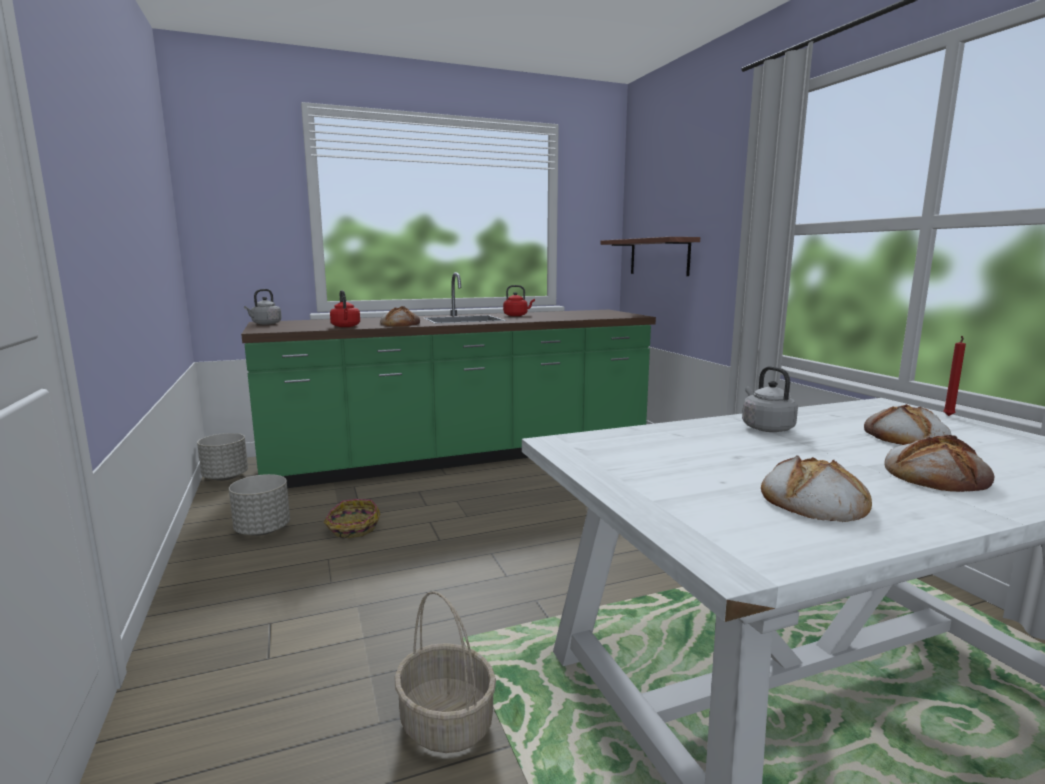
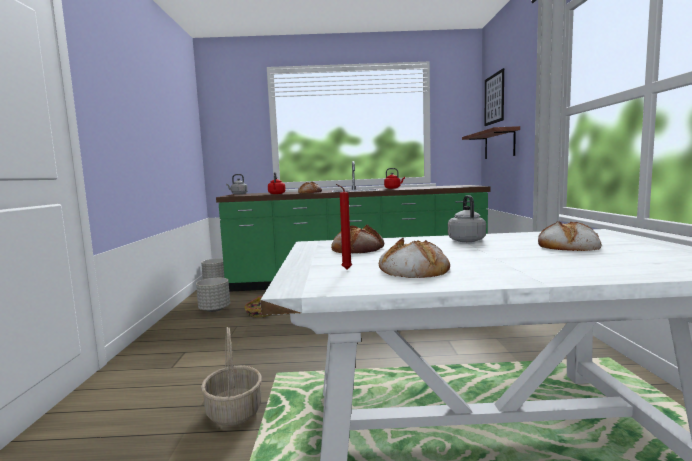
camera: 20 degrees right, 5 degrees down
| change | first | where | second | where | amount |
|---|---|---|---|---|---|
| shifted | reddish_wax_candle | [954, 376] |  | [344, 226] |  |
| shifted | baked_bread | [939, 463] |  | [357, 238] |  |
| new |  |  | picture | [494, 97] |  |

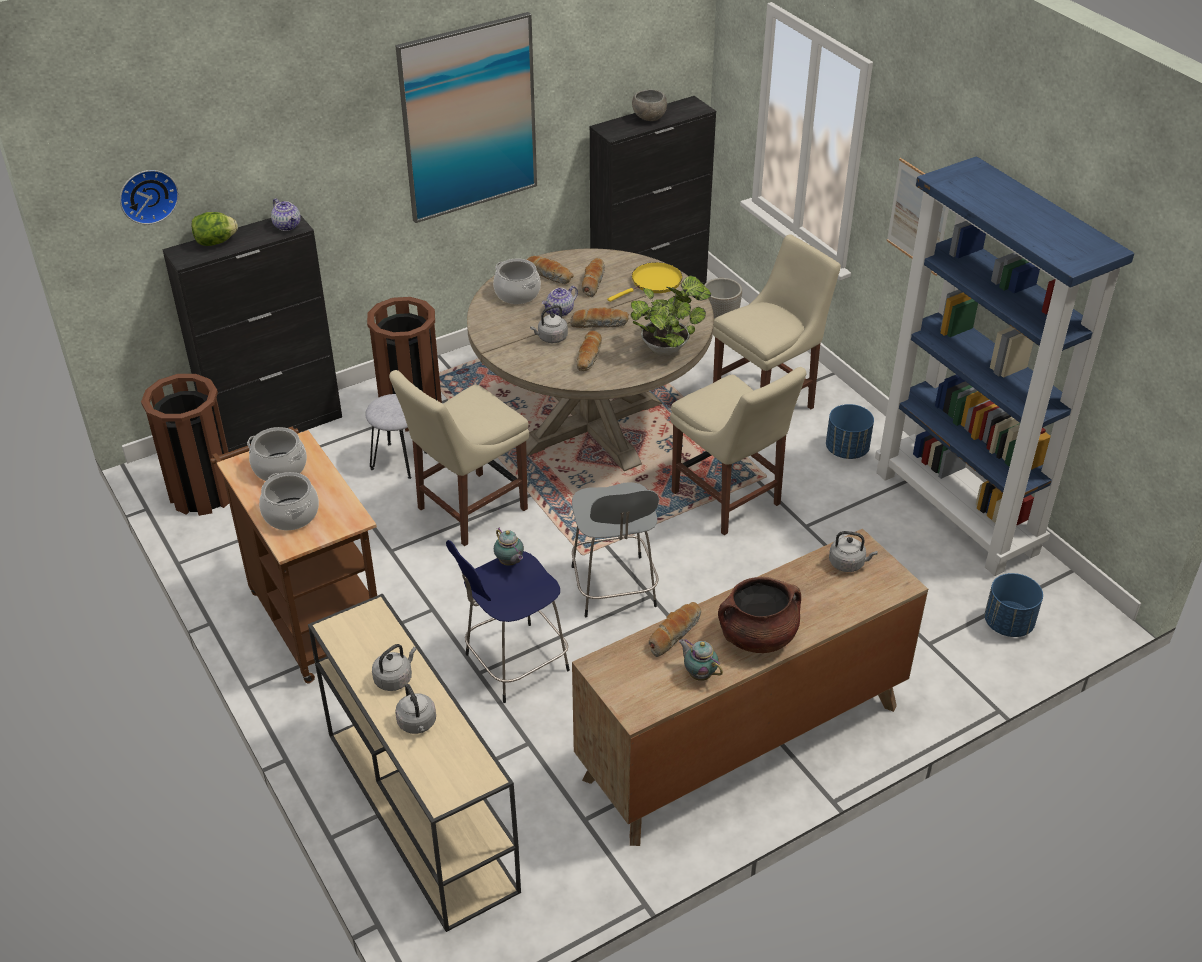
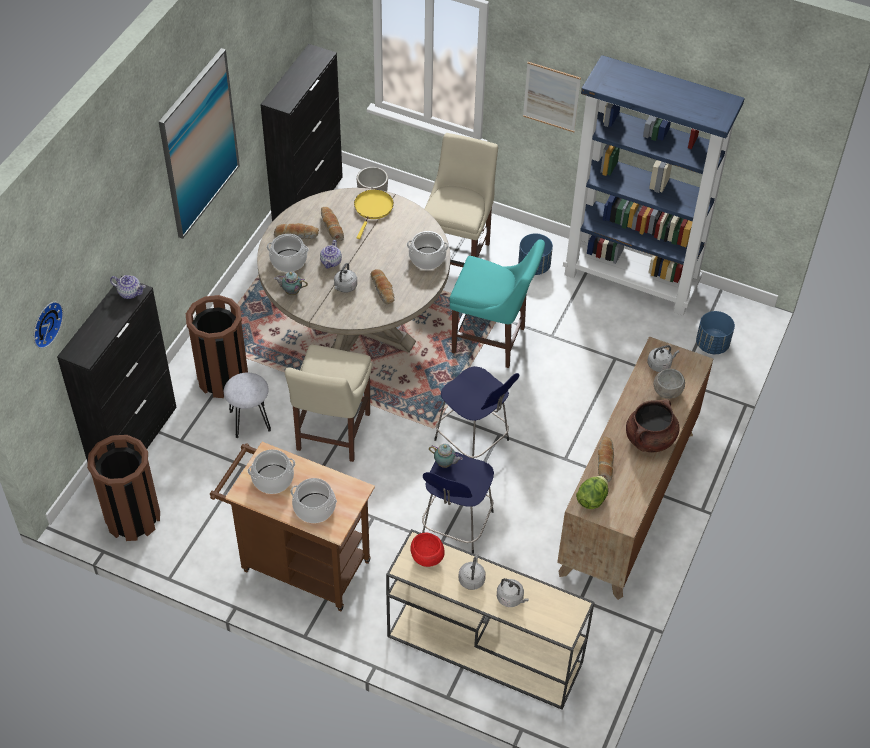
camera: 35 degrees left, 10 degrees up
| change | first | where | second | where | amount |
|---|---|---|---|---|---|
| shifted | gray_bowl | [649, 105] |  | [669, 384] |  |
| shifted | lettuce_head | [214, 229] |  | [592, 492] |  |
| swapped | potted_plant | [671, 316] | stockpot | [428, 250] |  |
| gone | baked_bread | [599, 318] |  |  |  |
| repainted | beige_upright_chair | [738, 451] | blue-green_upright_chair | [497, 303] |  |
| repainted | gray_stool | [615, 549] | blue-coloured_stool | [476, 412] |  |
| shifted | teapot | [700, 660] |  | [291, 283] |  |
| new |  |  | reddish_bowl | [428, 549] |  |

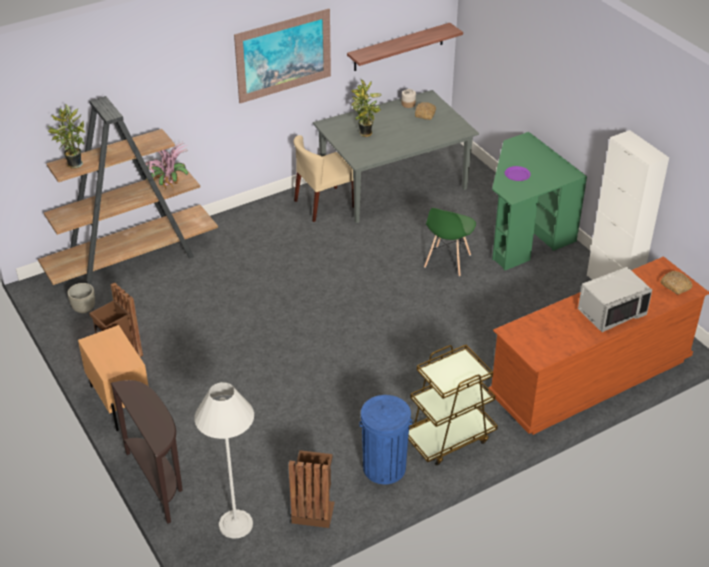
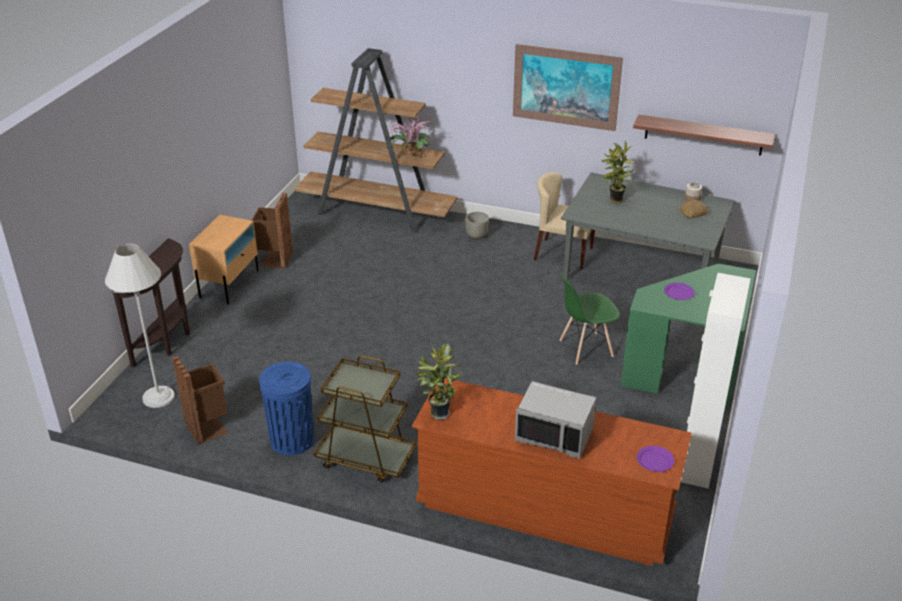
camera: 50 degrees right, 5 degrees down
| change | first | where | second | where | amount |
|---|---|---|---|---|---|
| shifted | potted_plant | [66, 136] |  | [438, 381] |  |
| swapped | baked_bread | [676, 282] | purple_dinner_plate | [655, 459] |  |
| shifted | gray_flower_pot | [81, 298] |  | [477, 225] |  |

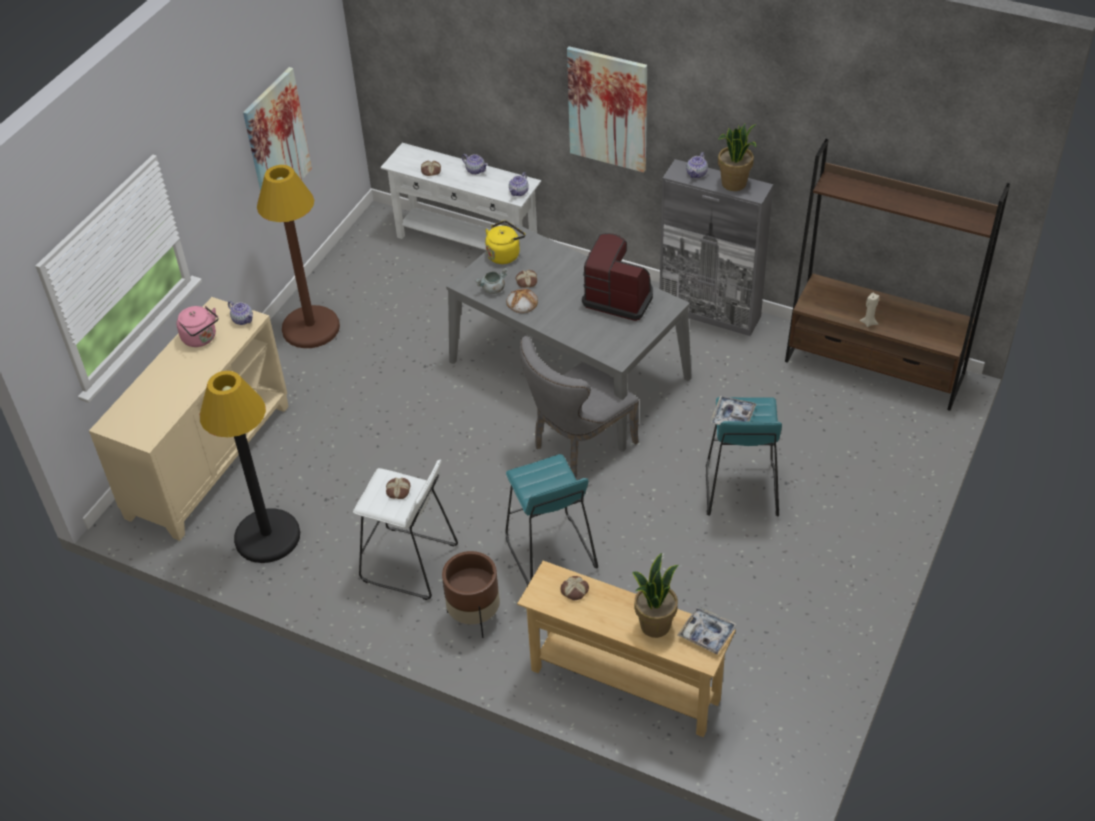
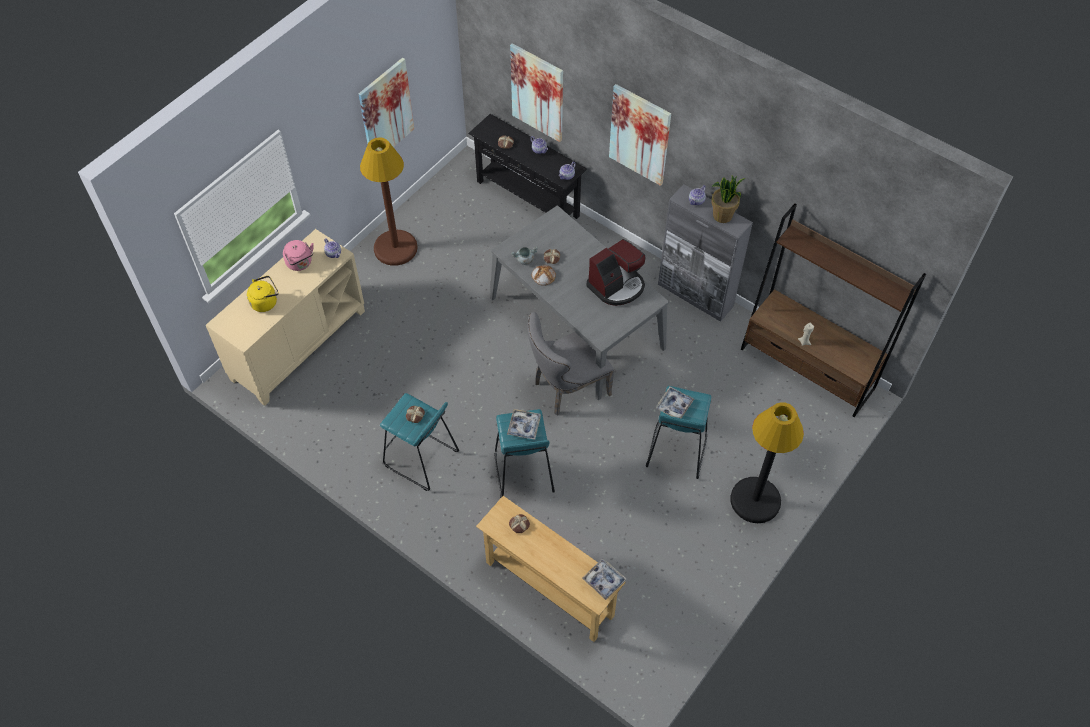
camera: 10 degrees right, 10 degrees up
| change | first | where | second | where | amount |
|---|---|---|---|---|---|
| repainted | whitish_narrow_table | [460, 196] | black_narrow_table | [528, 166] |  |
| shifted | yellow-coloured_water_kettle | [505, 242] |  | [263, 294] |  |
| rotated | coffee_brewer | [617, 277] |  | [616, 272] | 105 degrees clockwise |
| shifted | black_standing_lamp | [250, 467] |  | [767, 462] |  |
| repainted | whitish_stool | [405, 530] | blue-green_stool | [419, 442] |  |
| gone | brown_flower_pot | [471, 594] |  |  |  |
| gone | potted_plant | [655, 595] |  |  |  |
| new |  |  | picture | [536, 92] |  |
| new |  |  | carrying_tray | [524, 424] |  |

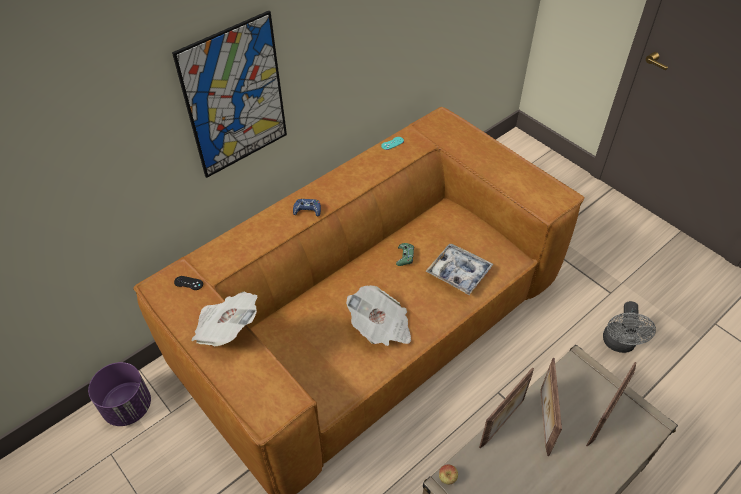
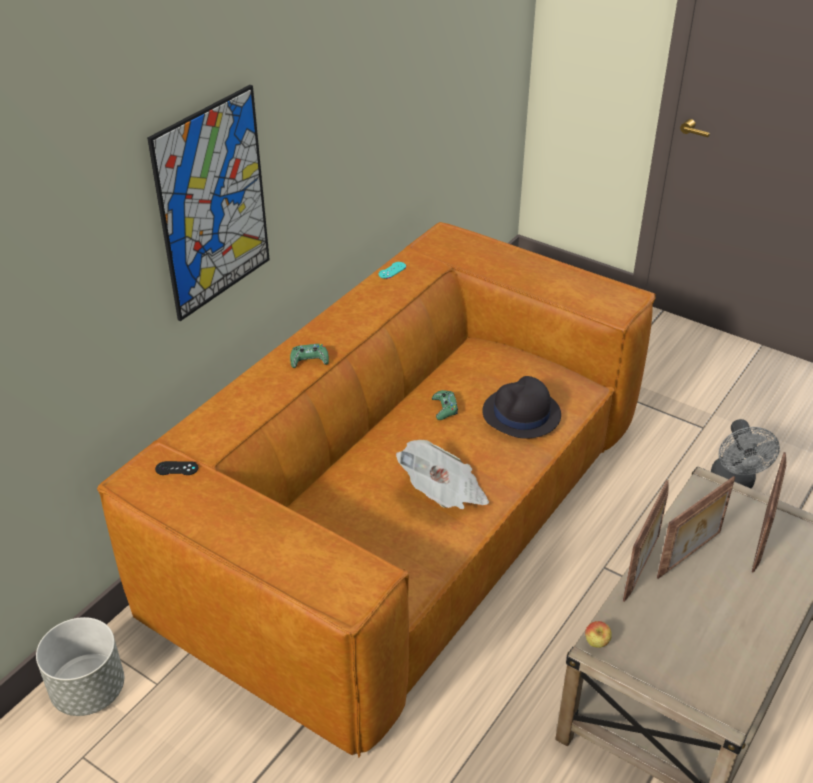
camera: 15 degrees left, 10 degrees down
| change | first | where | second | where | amount |
|---|---|---|---|---|---|
| repainted | blue-coloured_game_controller | [307, 207] | greenish_game_controller | [309, 356] |  |
| swapped | carrying_tray | [459, 269] | black_clothing_hat | [521, 407] |  |
| gone | daily_paper | [224, 319] |  |  |  |
| rotated | photo_frame | [551, 407] |  | [695, 527] | 120 degrees counterclockwise |
| repainted | purple_flower_pot | [119, 394] | gray_flower_pot | [80, 666] |  |

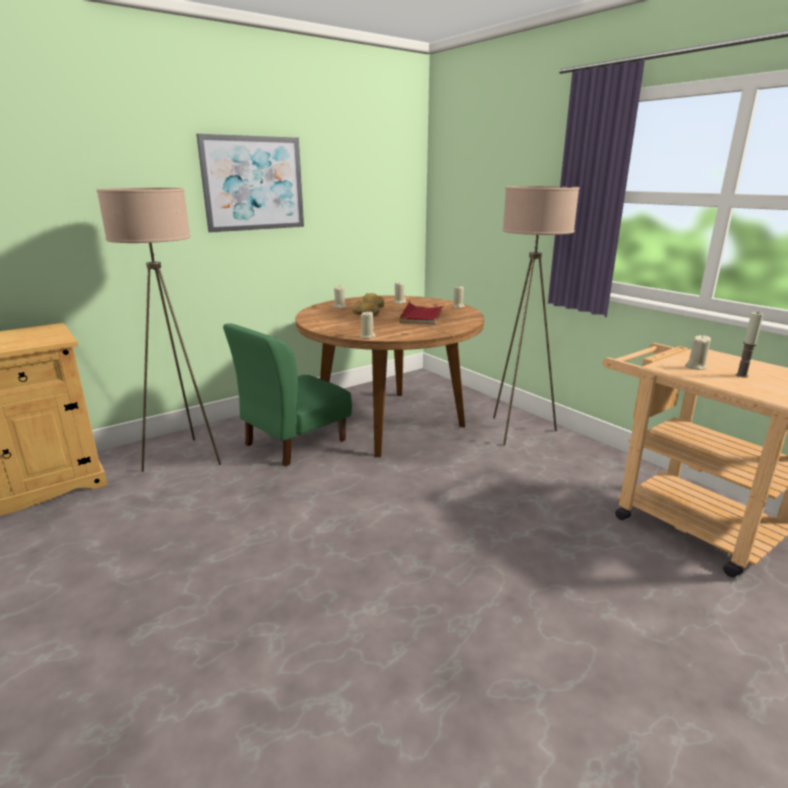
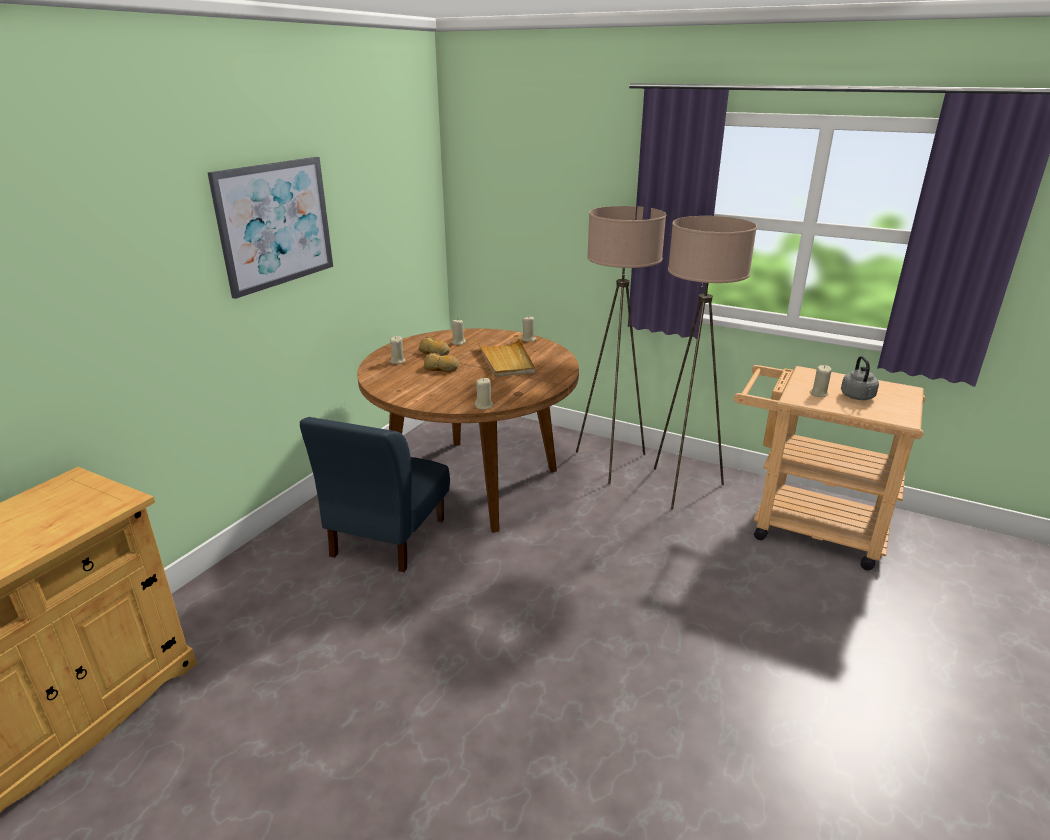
camera: 25 degrees left, 5 degrees up
| change | first | where | second | where | amount |
|---|---|---|---|---|---|
| shifted | beige_standing_lamp | [158, 330] |  | [705, 363] |  |
| repainted | reddish_carrying_tray | [423, 313] | beige_carrying_tray | [506, 357] |  |
| swapped | wax_candle | [749, 344] | gray_water_kettle | [860, 378] |  |
| repainted | greenish_upright_chair | [287, 395] | blue-coloured_upright_chair | [375, 494] |  |

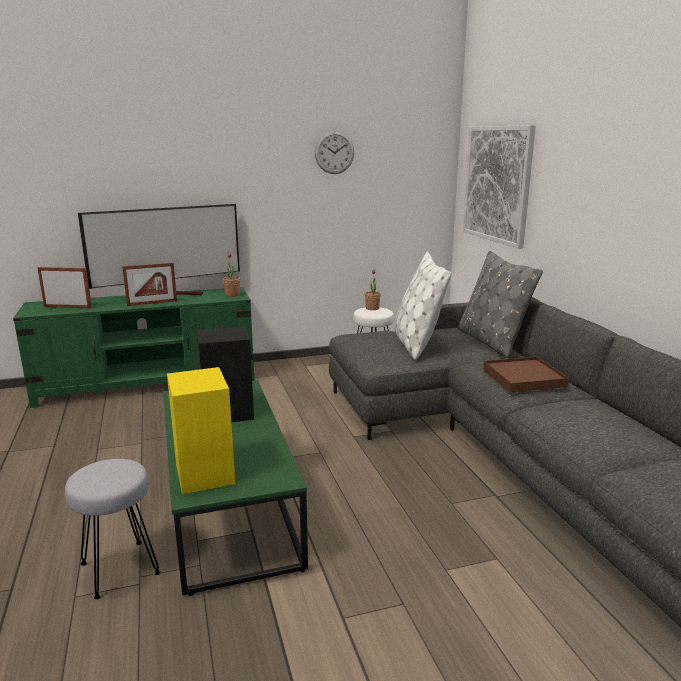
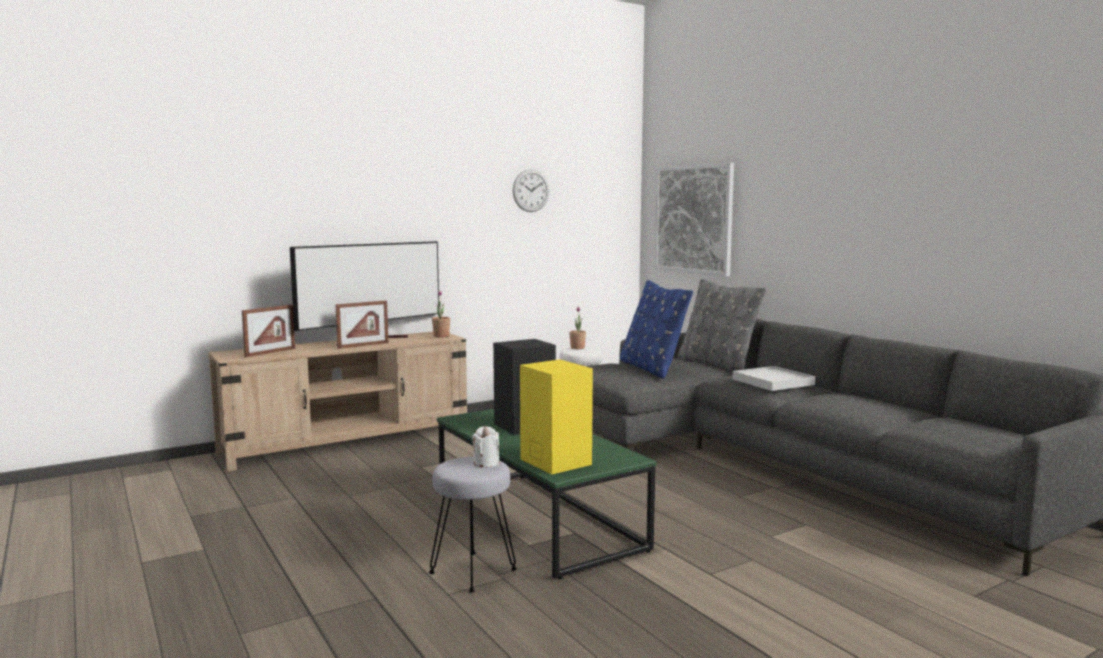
camera: 15 degrees left, 10 degrees down
| change | first | where | second | where | amount |
|---|---|---|---|---|---|
| repainted | whitish_cushion | [423, 306] | blue-coloured_cushion | [656, 329] |  |
| rotated | photo_frame | [64, 287] |  | [268, 331] | 135 degrees clockwise |
| repainted | greenish_tv_stand | [134, 347] | beige_tv_stand | [338, 402] |  |
| repainted | brown_carrying_tray | [526, 374] | whitish_carrying_tray | [773, 378] |  |
| new |  |  | whitish_wax_candle | [485, 447] |  |

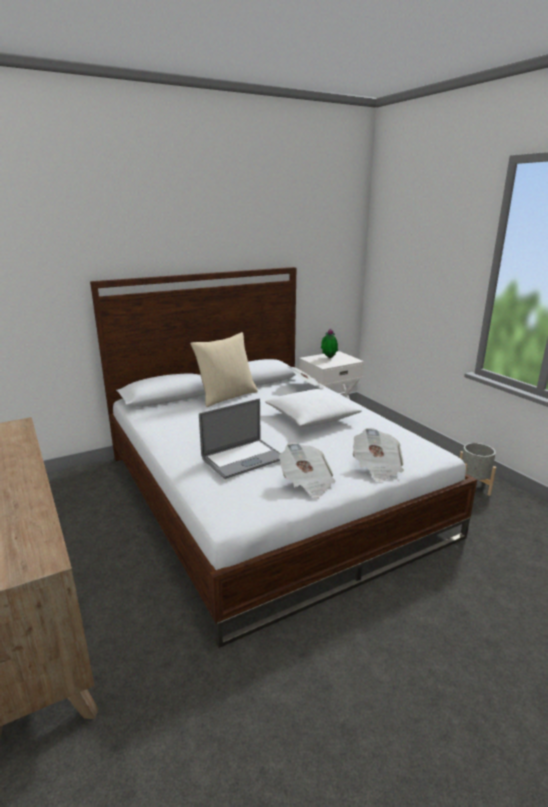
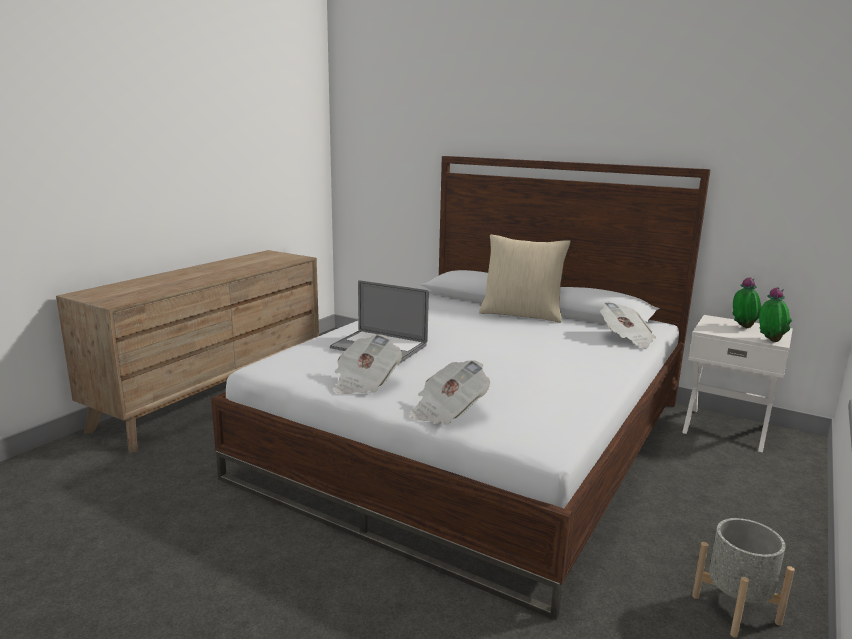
camera: 60 degrees right, 5 degrees down
| change | first | where | second | where | amount |
|---|---|---|---|---|---|
| gone | whitish_cushion | [313, 408] |  |  |  |
| new |  |  | potted_plant | [775, 314] |  |

